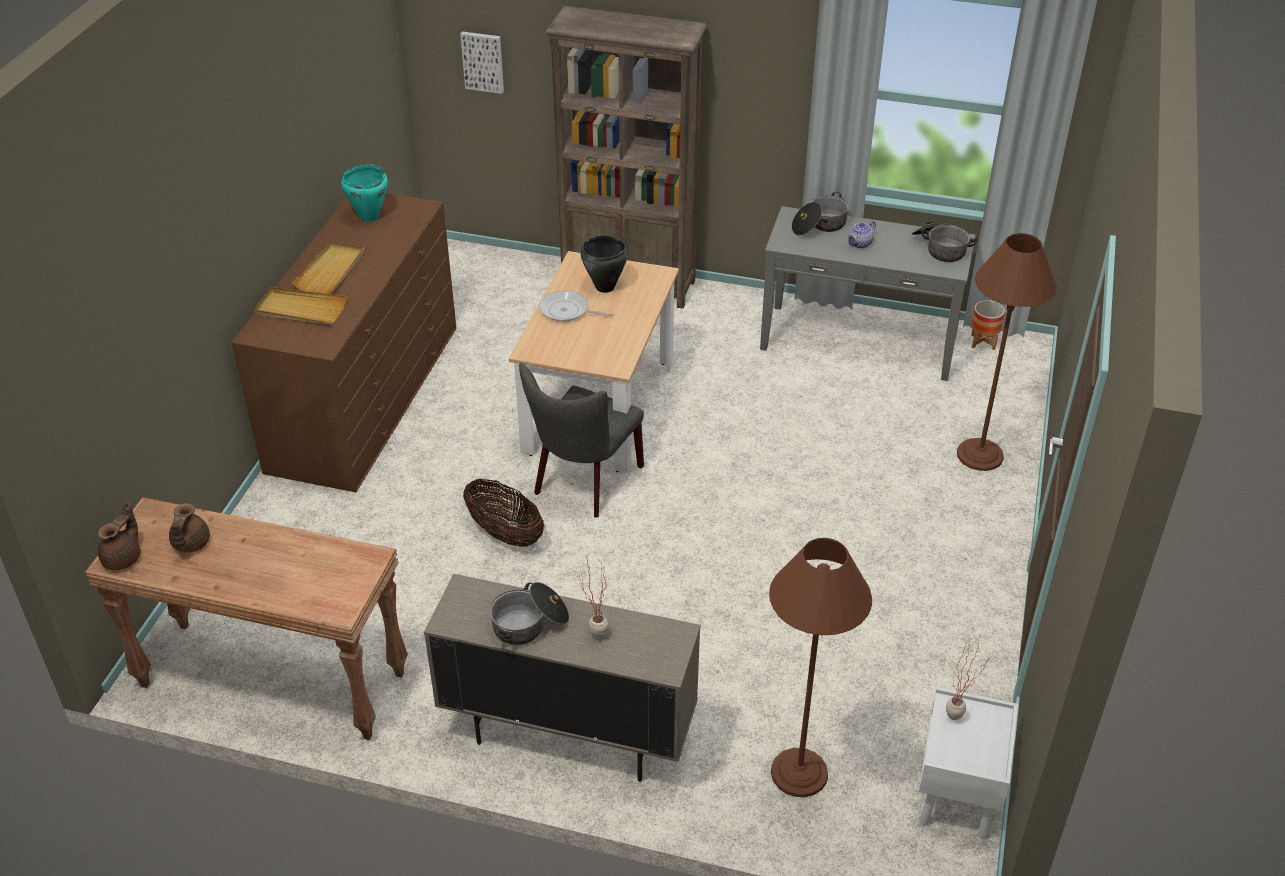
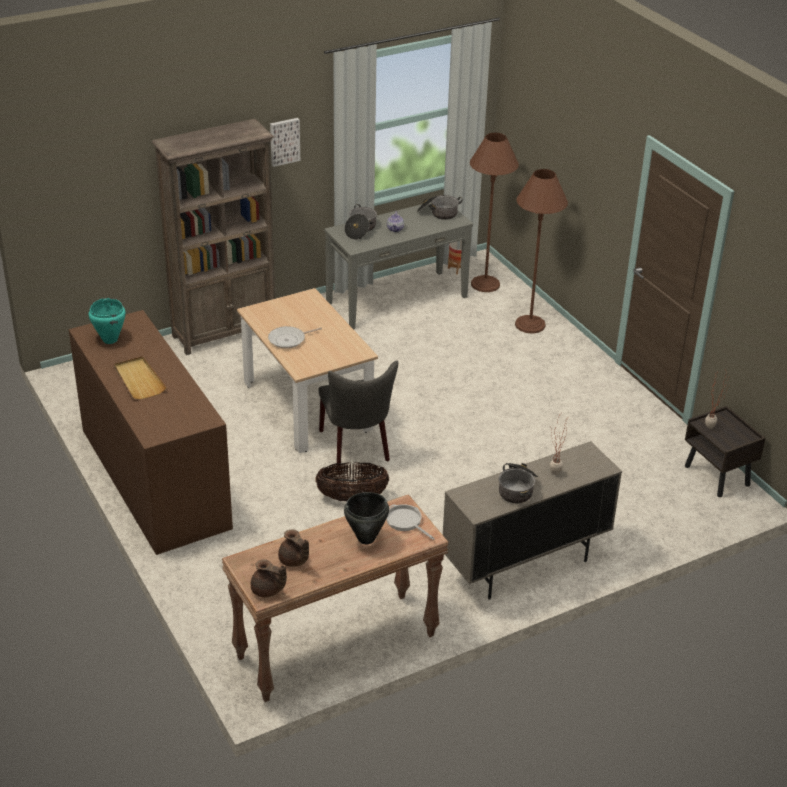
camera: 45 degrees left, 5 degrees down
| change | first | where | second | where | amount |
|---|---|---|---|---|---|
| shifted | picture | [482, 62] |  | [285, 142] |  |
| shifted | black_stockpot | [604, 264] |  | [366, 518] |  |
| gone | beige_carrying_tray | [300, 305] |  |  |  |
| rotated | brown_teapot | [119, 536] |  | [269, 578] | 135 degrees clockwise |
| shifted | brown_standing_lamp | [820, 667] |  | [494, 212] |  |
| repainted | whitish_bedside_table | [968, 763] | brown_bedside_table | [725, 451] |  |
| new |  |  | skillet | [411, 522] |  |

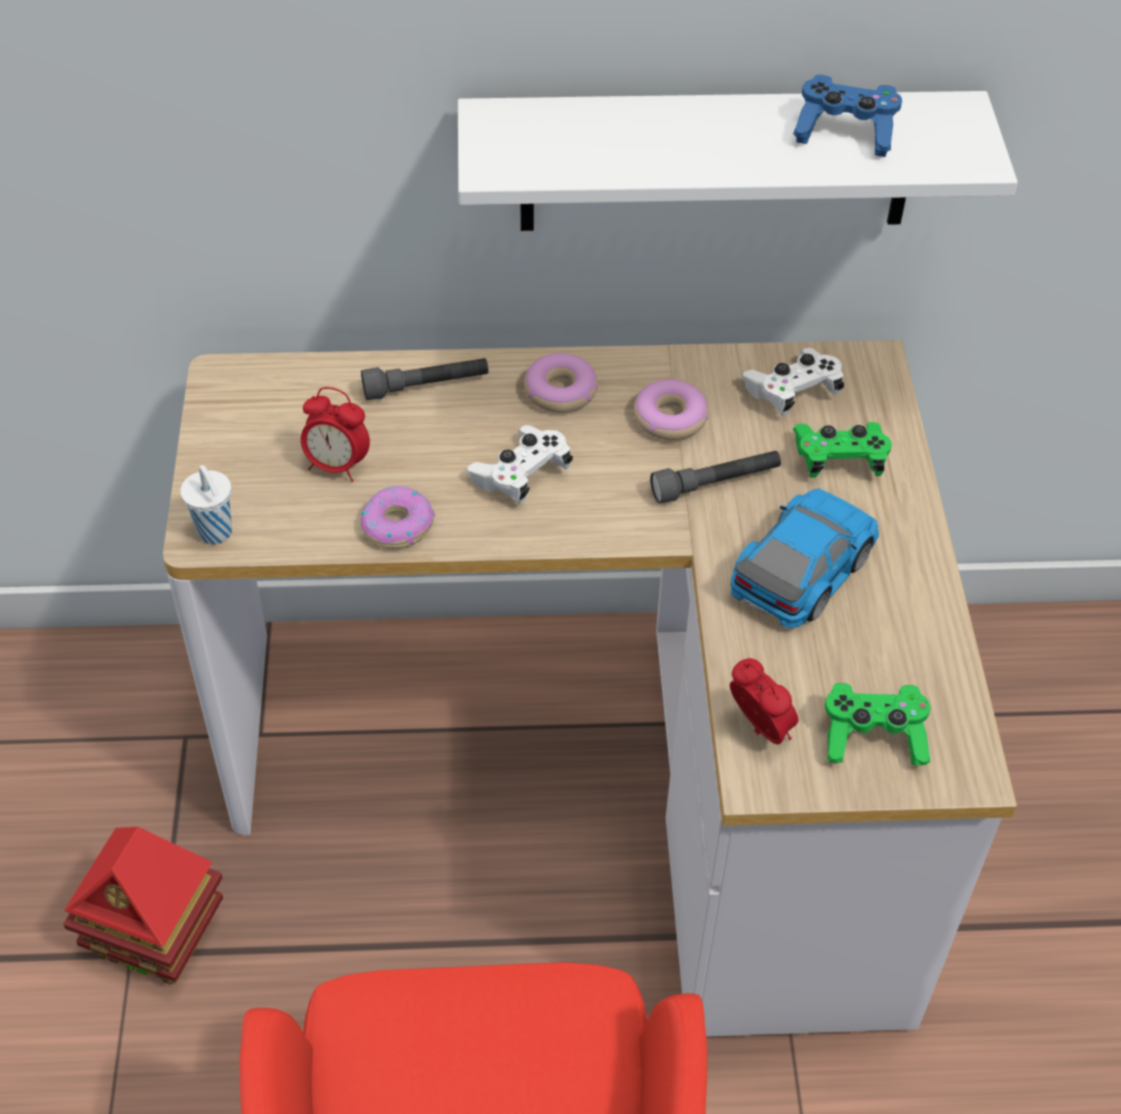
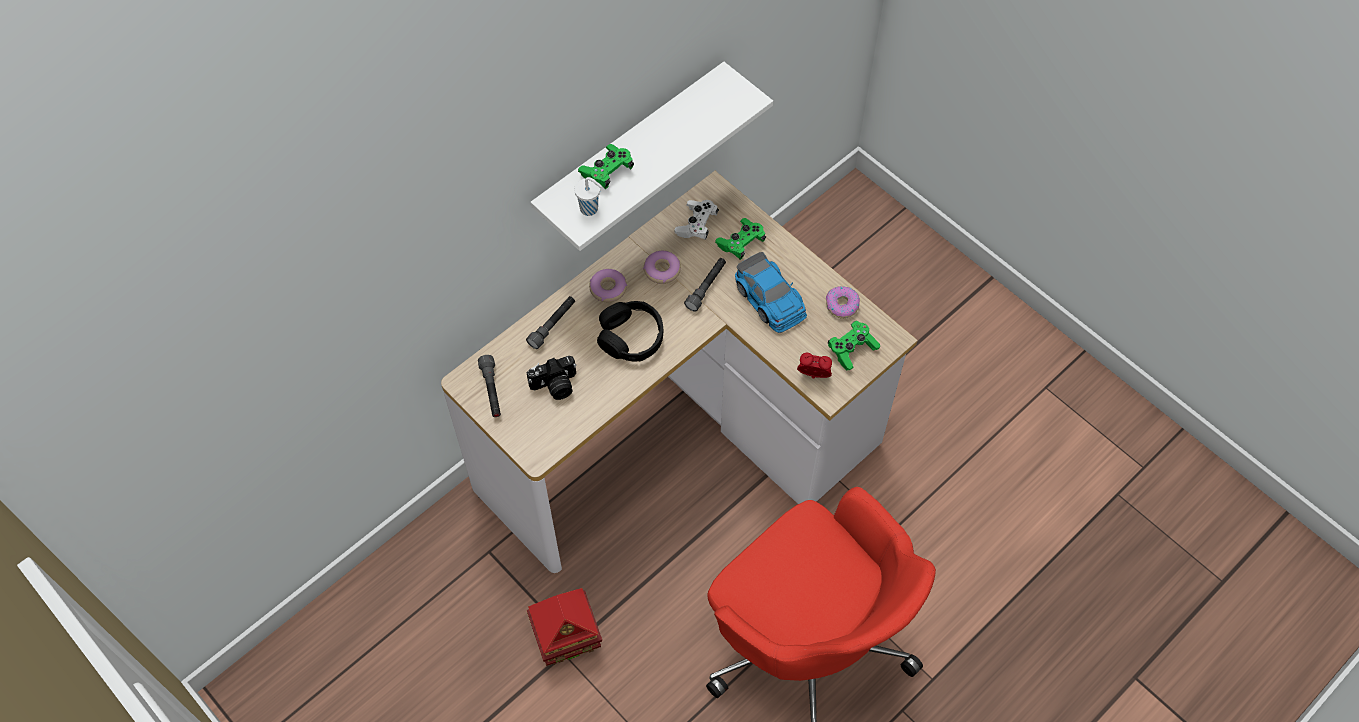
camera: 40 degrees left, 10 degrees up
| change | first | where | second | where | amount |
|---|---|---|---|---|---|
| gone | blue-coloured_game_controller | [847, 116] |  |  |  |
| swapped | bedside_clock | [335, 434] | photo_camera | [552, 378] |  |
| swapped | whitish_game_controller | [519, 465] | black_pair_of_headphones | [630, 331] |  |
| shifted | whitish_small_cup | [206, 504] |  | [588, 196] |  |
| shifted | donut | [397, 517] |  | [843, 302] |  |
| rotated | miniature_car | [804, 558] |  | [771, 292] | 150 degrees clockwise |
| new |  |  | greenish_game_controller | [606, 166] |  |
| new |  |  | gray_torch | [489, 386] |  |

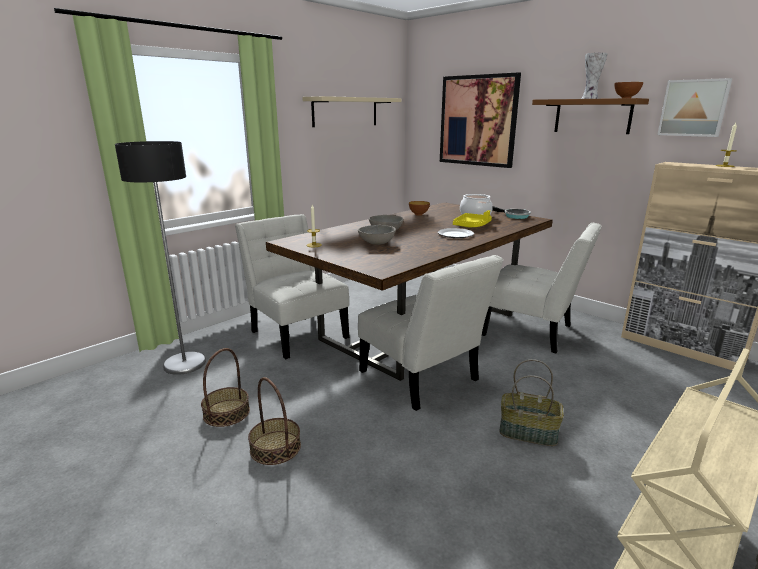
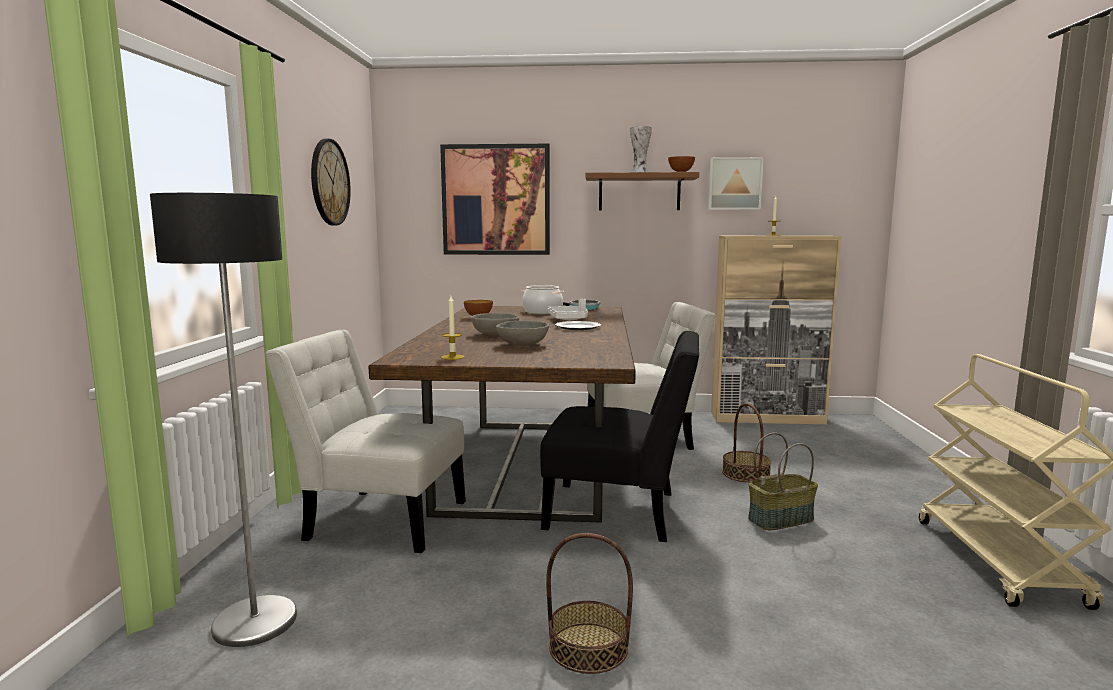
camera: 40 degrees left, 10 degrees down
| change | first | where | second | where | amount |
|---|---|---|---|---|---|
| swapped | beige_shelf | [352, 111] | clock_on_the_wall | [331, 182] |  |
| repainted | yellow-coloured_carrying_tray | [472, 218] | whitish_carrying_tray | [568, 309] |  |
| repainted | whitish_upright_chair | [431, 333] | black_upright_chair | [619, 436] |  |
| shifted | basket | [225, 387] |  | [746, 443] |  |

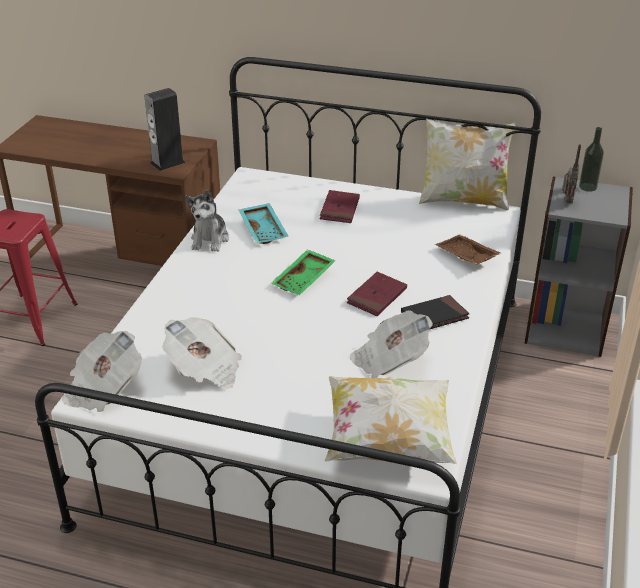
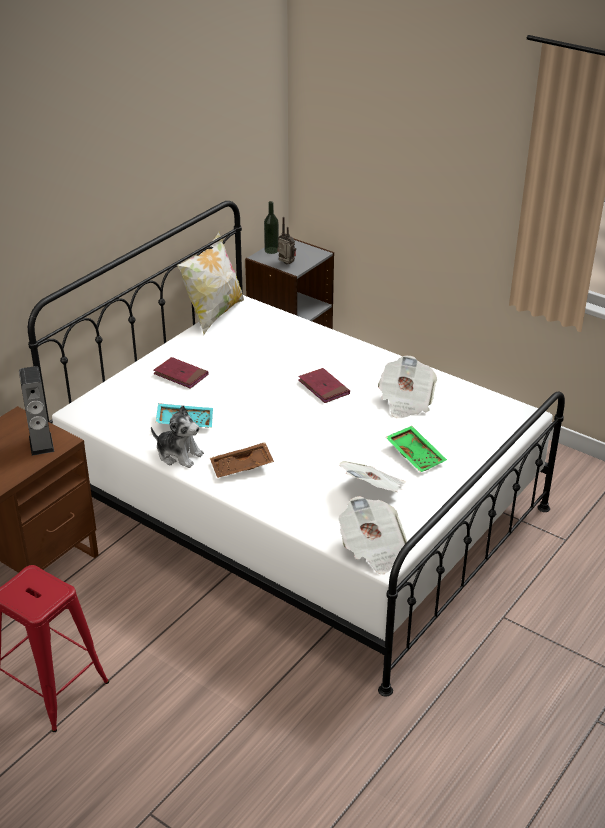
camera: 70 degrees left, 0 degrees up
| change | first | where | second | where | amount |
|---|---|---|---|---|---|
| shifted | brown_carrying_tray | [468, 249] |  | [242, 460] |  |
| shifted | greenish_carrying_tray | [303, 272] |  | [416, 449] |  |
| gone | black_bound_book | [435, 312] |  |  |  |
| gone | cushion | [391, 420] |  |  |  |

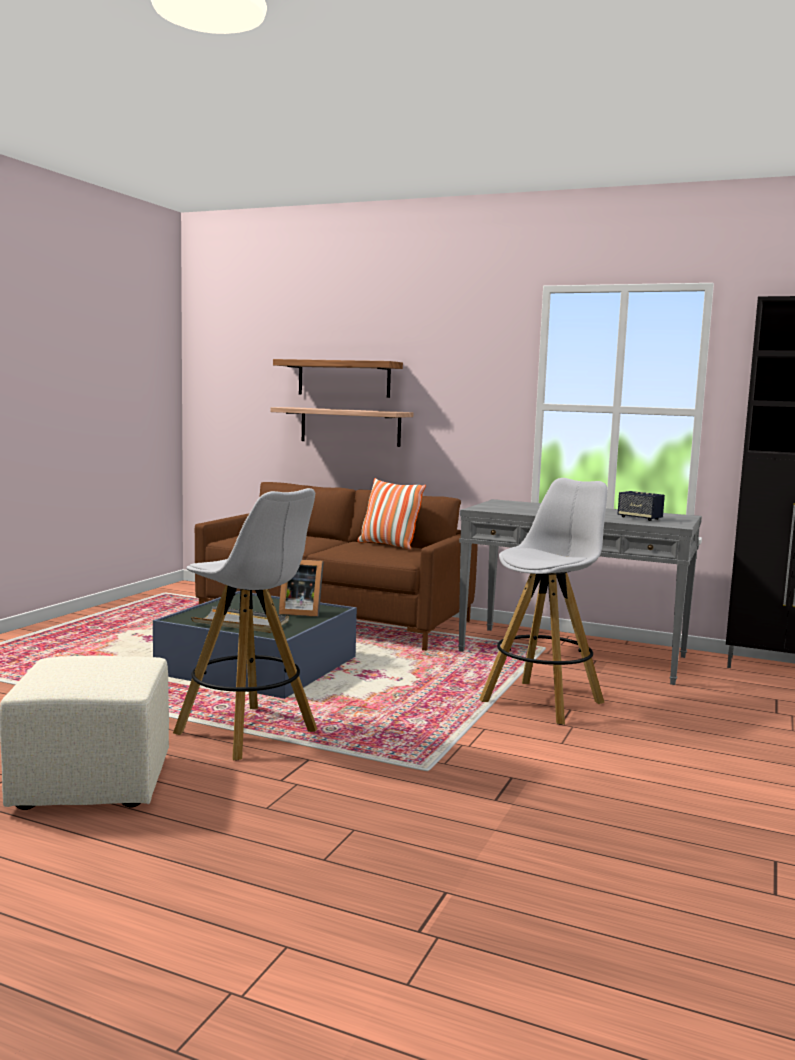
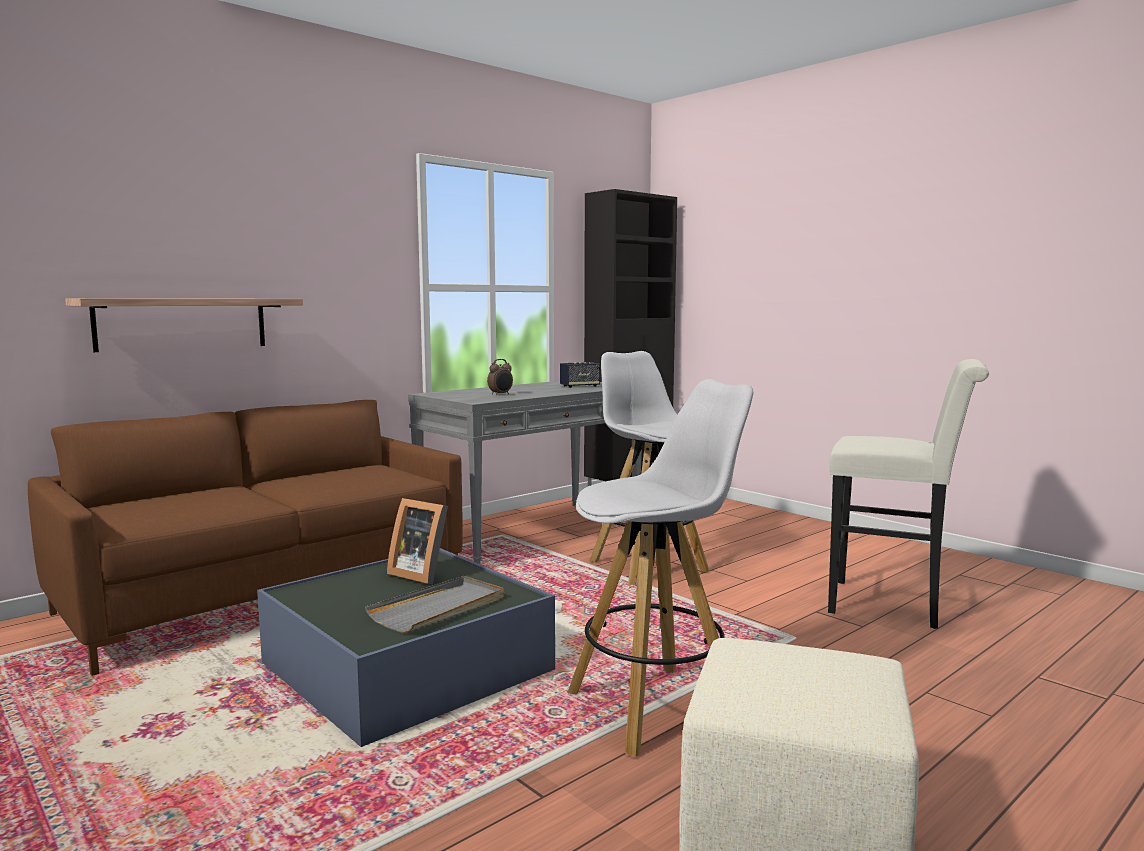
camera: 65 degrees left, 0 degrees up
| change | first | where | second | where | amount |
|---|---|---|---|---|---|
| gone | shelf | [338, 378] |  |  |  |
| gone | cushion | [392, 514] |  |  |  |
| rotated | photo_frame | [301, 588] |  | [417, 541] | 90 degrees clockwise |
| new |  |  | bedside_clock | [500, 377] |  |
| new |  |  | whitish_stool | [908, 494] |  |

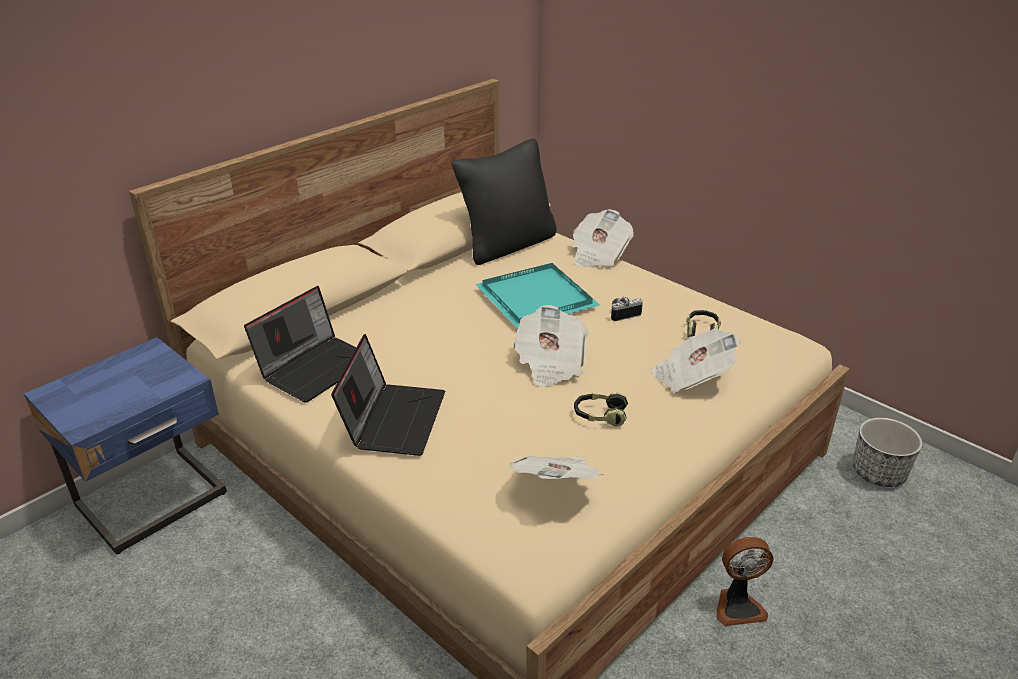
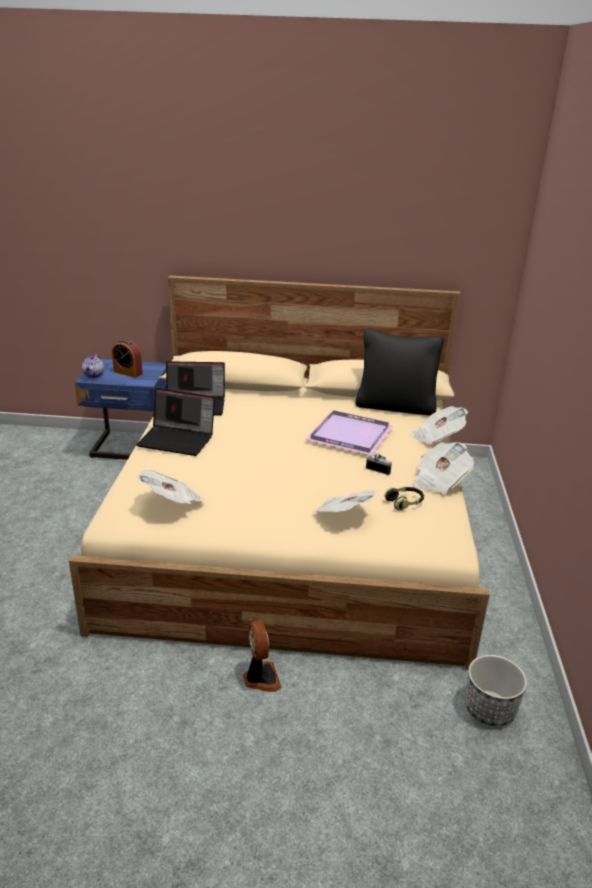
camera: 50 degrees right, 5 degrees down
| change | first | where | second | where | amount |
|---|---|---|---|---|---|
| repainted | blue-green_carrying_tray | [537, 295] | purple_carrying_tray | [349, 433] |  |
| shifted | daily_paper | [550, 346] |  | [443, 467] |  |
| rotated | laptop | [388, 395] |  | [175, 422] | 45 degrees clockwise |
| gone | pair_of_headphones | [601, 409] |  |  |  |
| rotated | electric_fan | [745, 581] |  | [262, 656] | 150 degrees counterclockwise |
| new |  |  | bedside_clock | [127, 358] |  |
| new |  |  | teapot | [93, 366] |  |

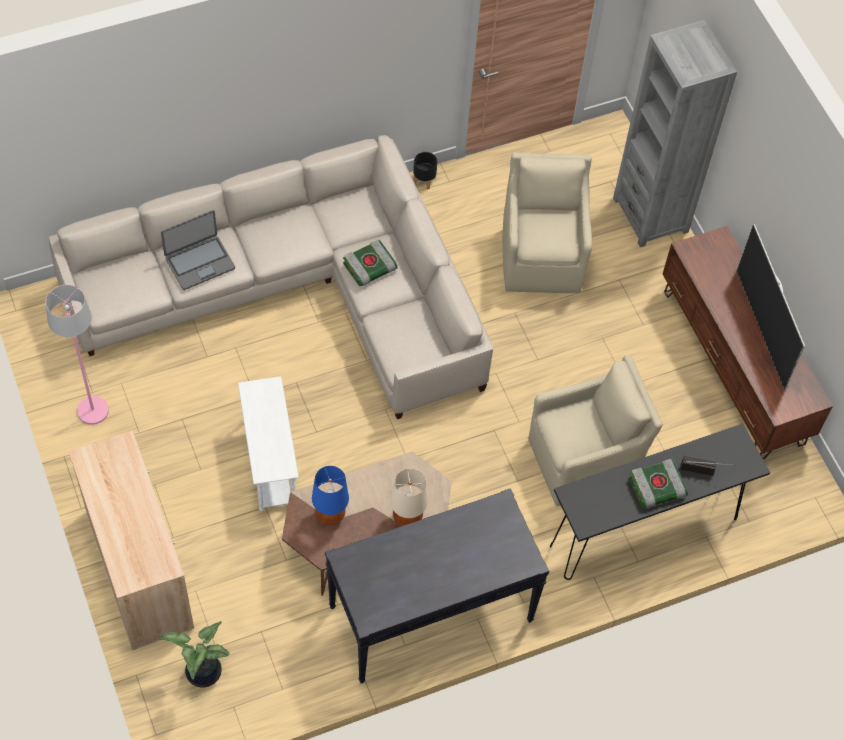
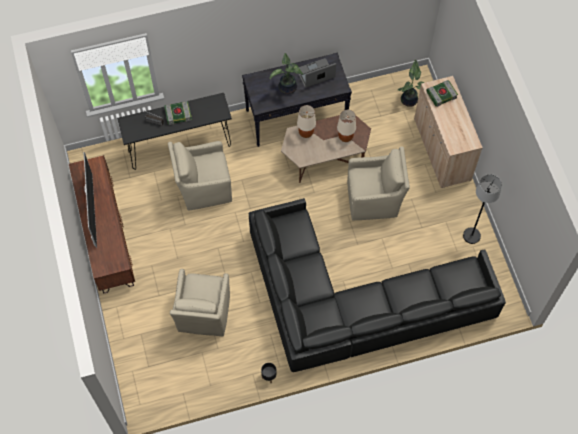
camera: 170 degrees left, 5 degrees up
| change | first | where | second | where | amount |
|---|---|---|---|---|---|
| gone | gray_bookshelf | [675, 133] |  |  |  |
| repainted | beige_couch | [271, 277] | black_couch | [377, 285] |  |
| shifted | laptop | [198, 250] |  | [317, 73] |  |
| shifted | bound_book | [370, 263] |  | [442, 93] |  |
| repainted | pink-coloured_standing_lamp | [77, 355] | black_standing_lamp | [482, 209] |  |
| swapped | whitish_side_table | [268, 444] | beige_lounge_chair | [378, 183] |  |
| repainted | blue-coloured_lamp_for_a_table | [330, 496] | beige_lamp_for_a_table | [346, 126] |  |
| new |  |  | potted_plant | [287, 73] |  |

